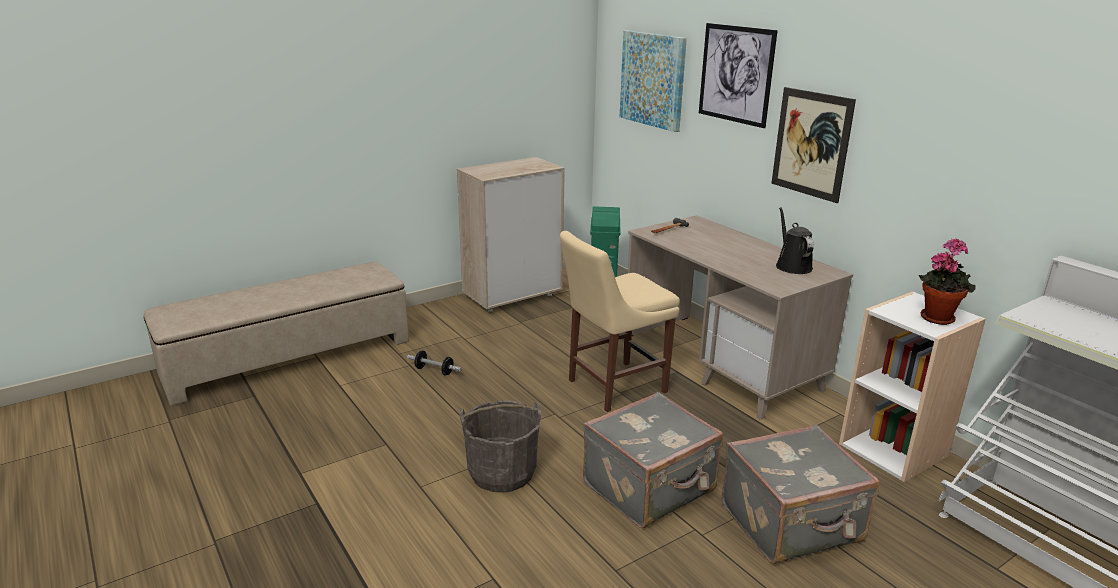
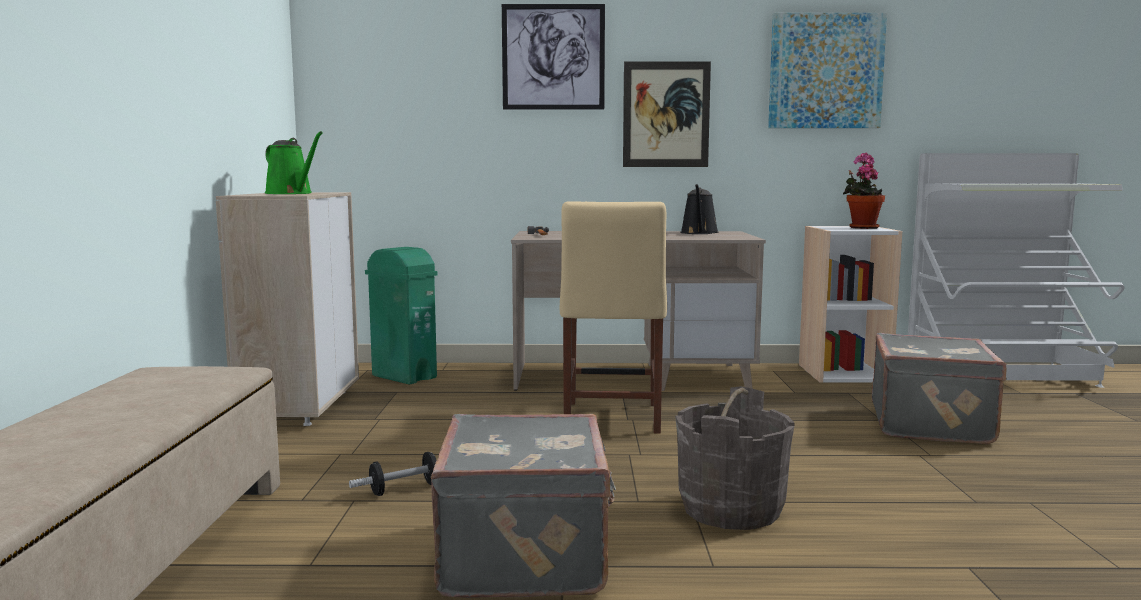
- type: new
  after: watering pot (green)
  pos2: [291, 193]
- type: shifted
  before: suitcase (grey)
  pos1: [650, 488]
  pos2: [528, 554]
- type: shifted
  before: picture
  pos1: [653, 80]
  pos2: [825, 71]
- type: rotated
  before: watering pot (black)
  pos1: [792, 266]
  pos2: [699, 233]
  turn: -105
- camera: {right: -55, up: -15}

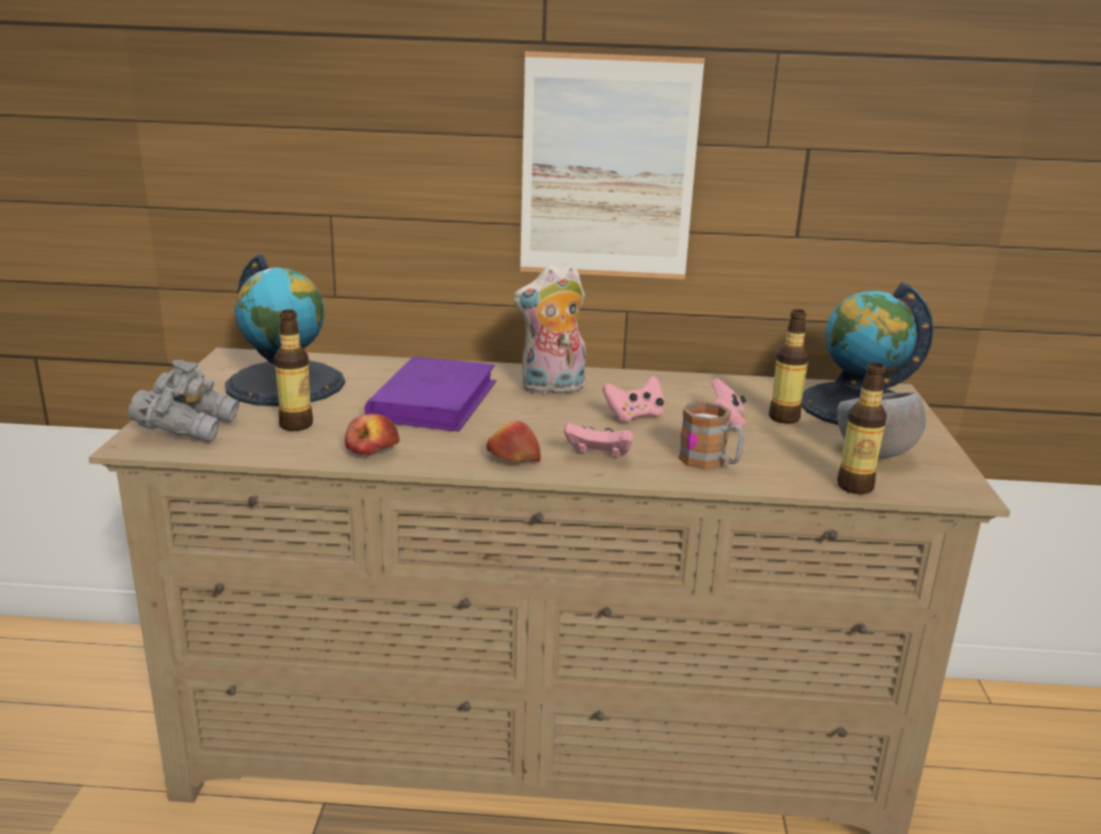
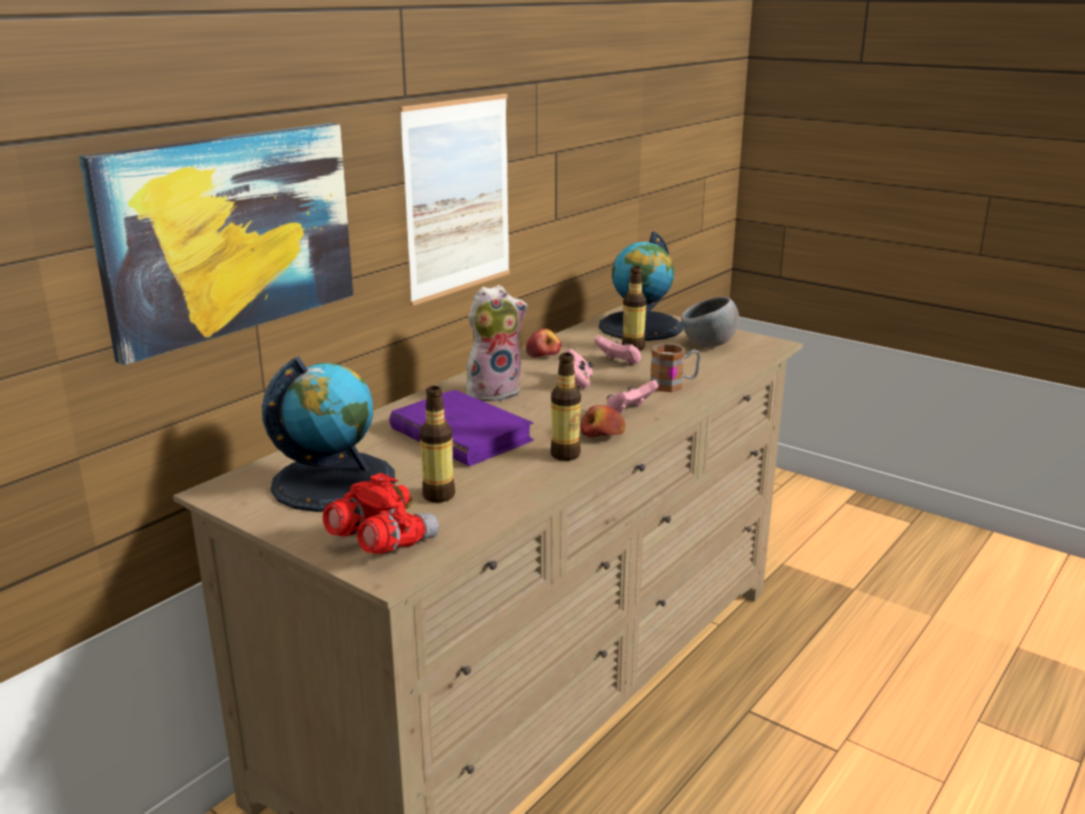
- type: new
  after: picture
  pos2: [230, 234]
- type: shifted
  before: whole apple
  pos1: [373, 450]
  pos2: [543, 354]
- type: shifted
  before: drink bottle
  pos1: [855, 486]
  pos2: [565, 455]
- type: repainted
  before: binoculars (grey)
  after: binoculars (reddish)
  pos1: [187, 428]
  pos2: [381, 543]
- type: rotated
  before: cuddly toy
  pos1: [552, 389]
  pos2: [494, 392]
  turn: -135
- camera: {right: -55, up: 0}

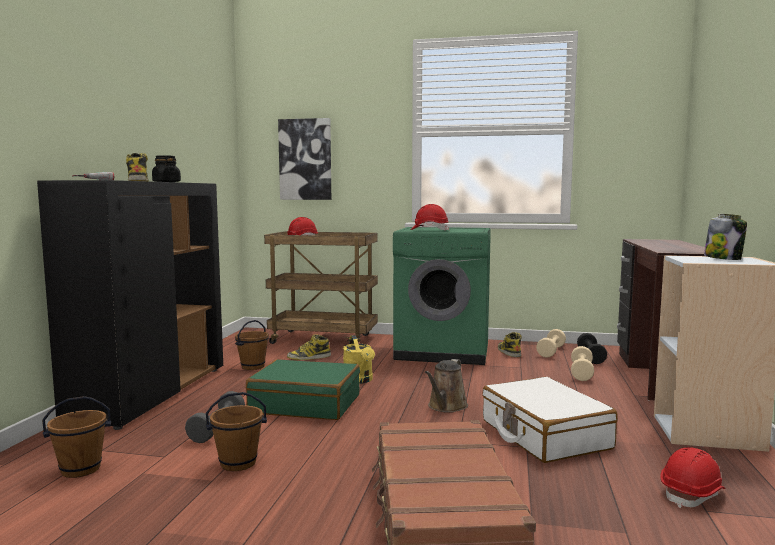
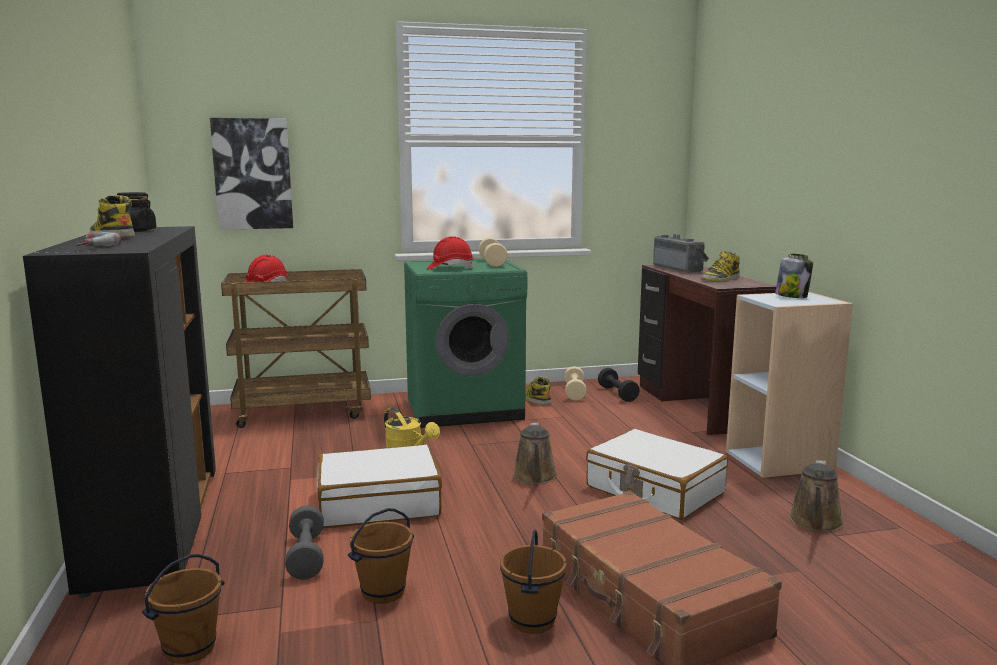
- type: new
  after: radio set
  pos2: [680, 268]
- type: shifted
  before: water bucket (brownish)
  pos1: [252, 366]
  pos2: [531, 620]
- type: shifted
  before: boot
  pos1: [309, 357]
  pos2: [720, 279]
- type: shifted
  before: free weight (beige)
  pos1: [581, 373]
  pos2: [492, 263]
- type: swapped
  before: safety helmet (reddish)
  after: watering pot (brownish)
  pos1: [692, 494]
  pos2: [815, 523]
- type: repainted
  before: suitcase (green)
  after: suitcase (white-coloured)
  pos1: [305, 404]
  pos2: [379, 503]
- camera: {right: -25, up: 5}

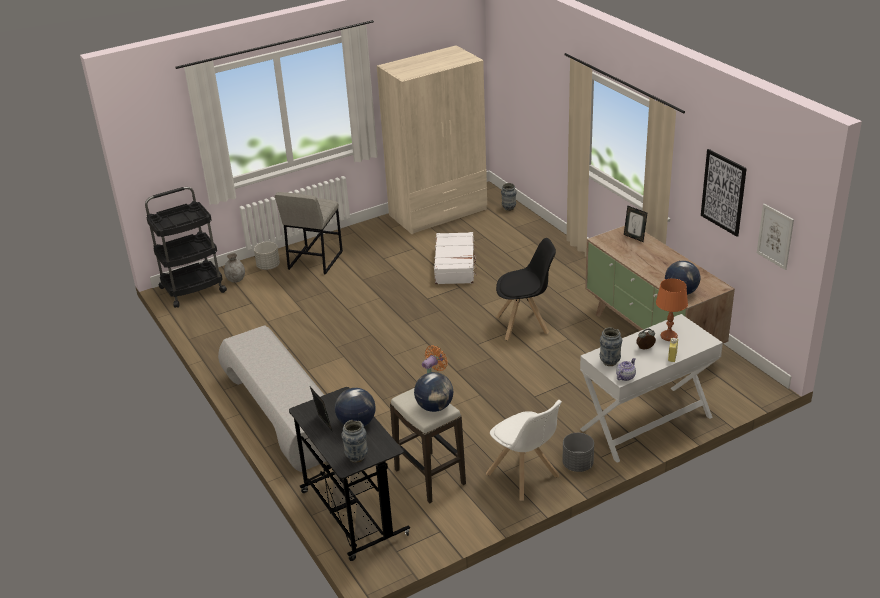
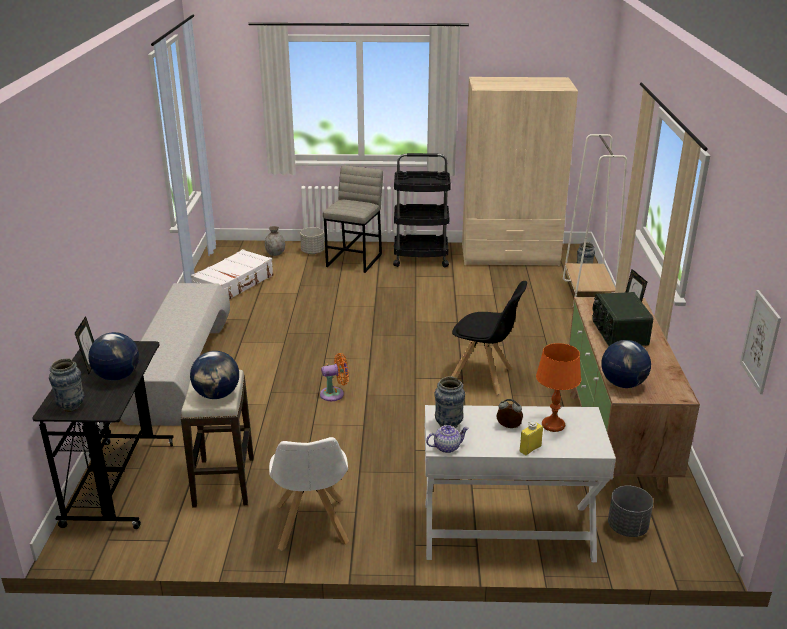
- type: gone
  before: picture
  pos1: [723, 192]
- type: new
  after: garment stand
  pos2: [587, 295]
- type: new
  after: radio set
  pos2: [618, 333]
- type: shifted
  before: cart (black)
  pos1: [193, 290]
  pos2: [420, 258]
- type: shifted
  before: suitcase (white-coloured)
  pos1: [455, 265]
  pos2: [234, 284]
- type: shifted
  before: plant pot (grey)
  pos1: [578, 464]
  pos2: [627, 528]
- type: rotated
  before: upright chair (grey)
  pos1: [314, 261]
  pos2: [355, 260]
  turn: 150
- camera: {right: 30, up: -5}

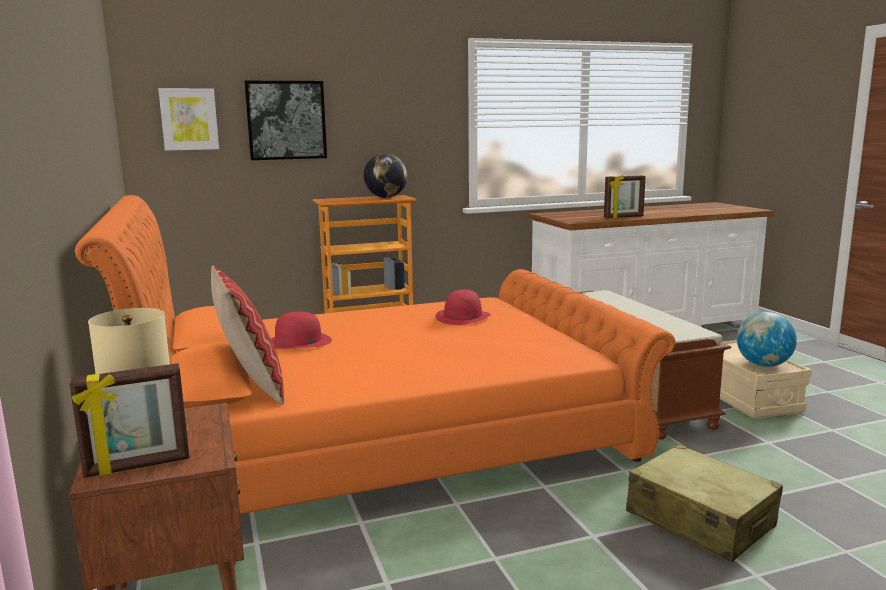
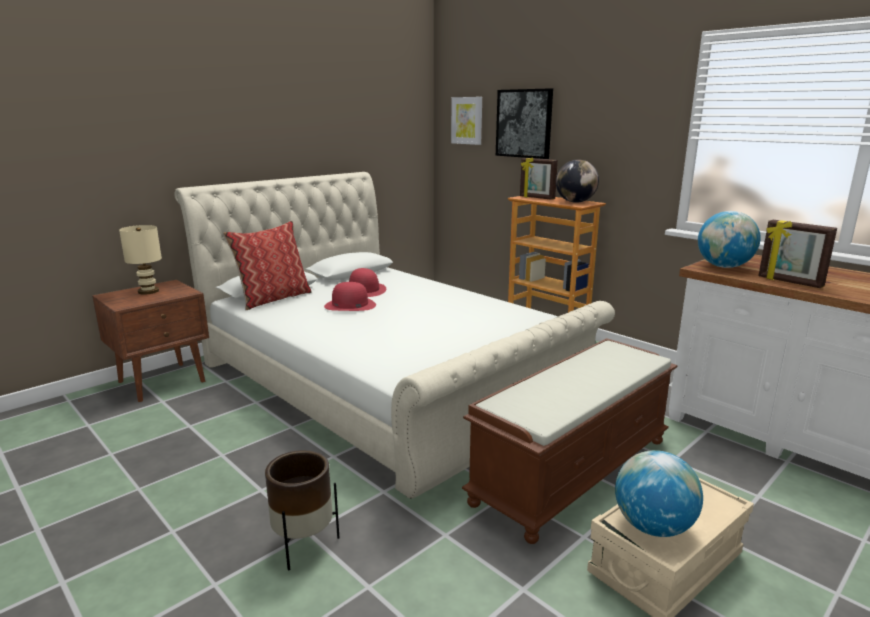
- type: new
  after: desk globe
  pos2: [724, 267]
- type: shifted
  before: photo frame
  pos1: [138, 466]
  pos2: [536, 198]
- type: shifted
  before: clothing hat (reddish)
  pos1: [463, 317]
  pos2: [350, 305]
- type: swapped
  before: suitcase (beige)
  after: plant pot (brownish)
  pos1: [700, 520]
  pos2: [304, 544]
- type: repainted
  before: bed (orange-coloured)
  after: bed (beige)
  pos1: [383, 433]
  pos2: [385, 378]
- camera: {right: 65, up: 5}

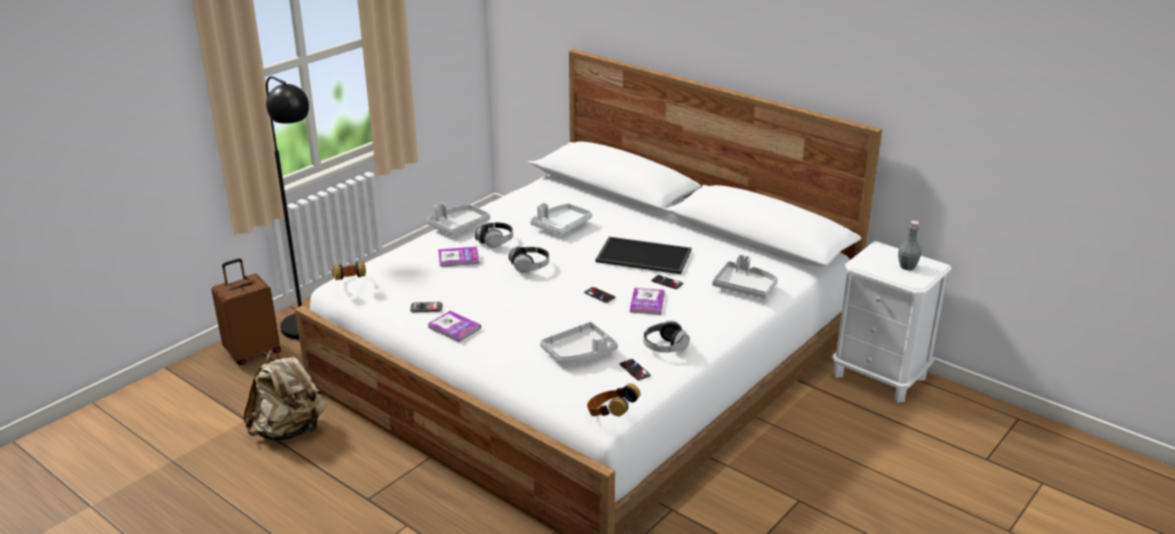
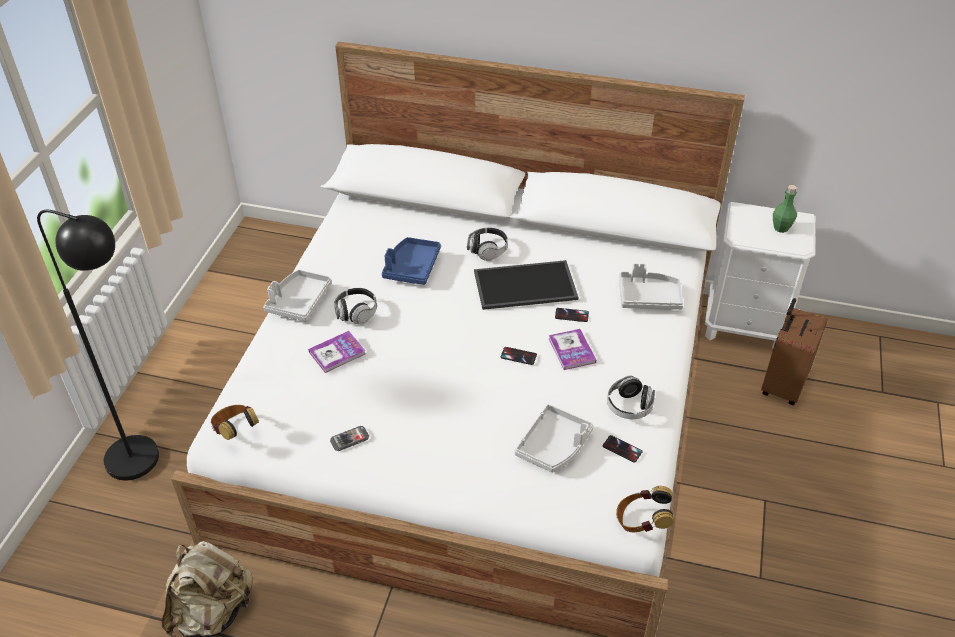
- type: gone
  before: bound book
  pos1: [454, 328]
- type: shifted
  before: suitcase (brownish)
  pos1: [253, 352]
  pos2: [782, 386]
- type: shifted
  before: pair of headphones
  pos1: [530, 266]
  pos2: [487, 250]
- type: repainted
  before: serving tray (white-coloured)
  after: serving tray (blue)
  pos1: [561, 225]
  pos2: [411, 267]
- type: repainted
  before: drink bottle (grey)
  after: drink bottle (green)
  pos1: [907, 267]
  pos2: [781, 228]
- camera: {right: -25, up: 15}

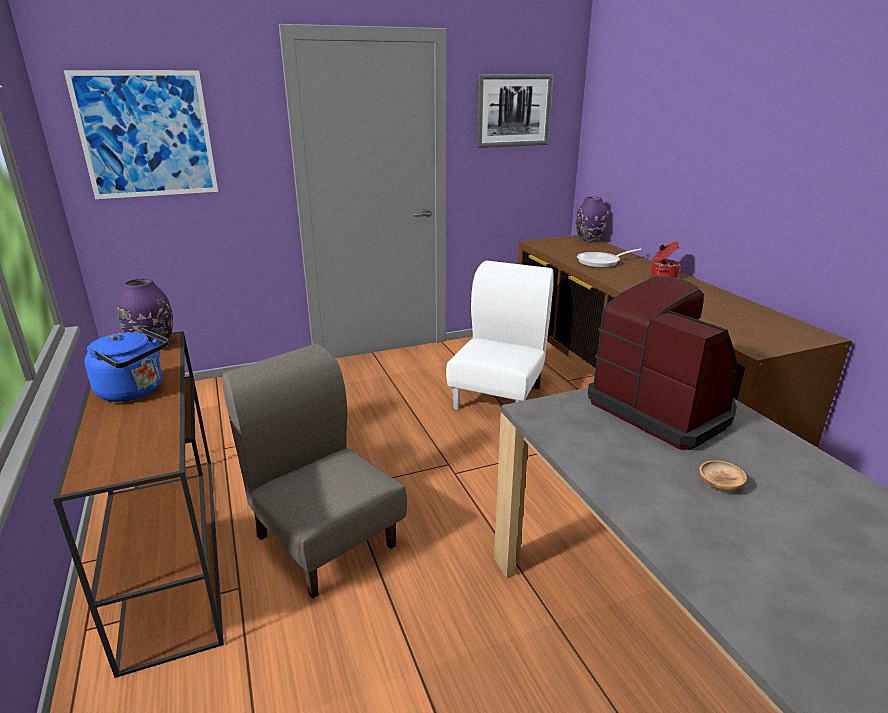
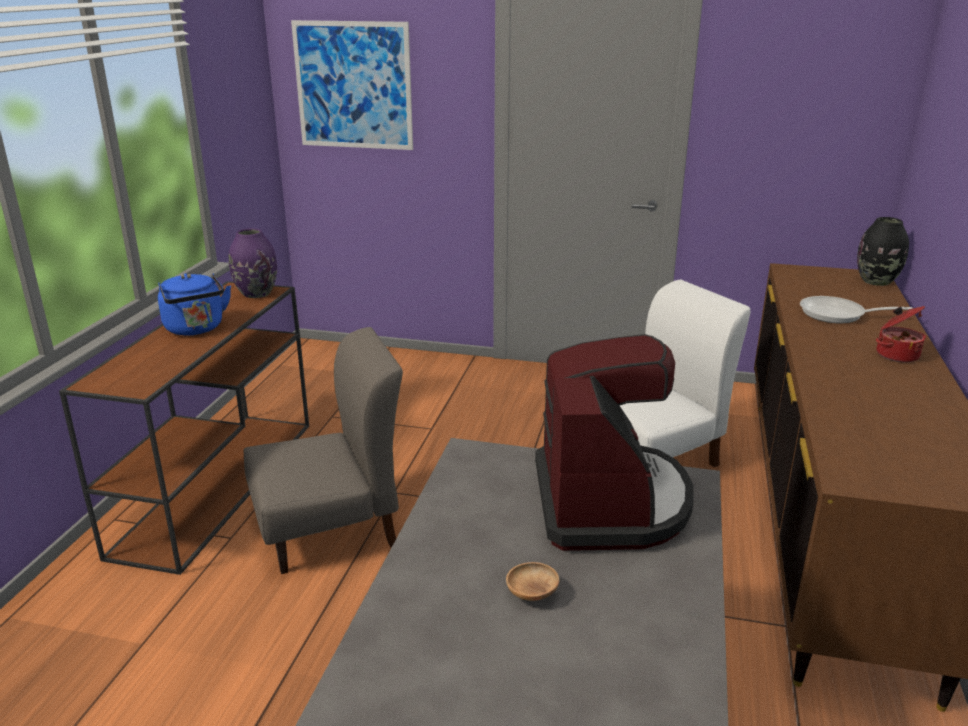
- type: gone
  before: picture
  pos1: [513, 110]
- type: repainted
  before: decorative vase (purple-coloured)
  after: decorative vase (black)
  pos1: [589, 240]
  pos2: [876, 281]
- type: rotated
  before: upright chair (grey)
  pos1: [325, 540]
  pos2: [329, 530]
  turn: 75
- camera: {right: 35, up: 0}

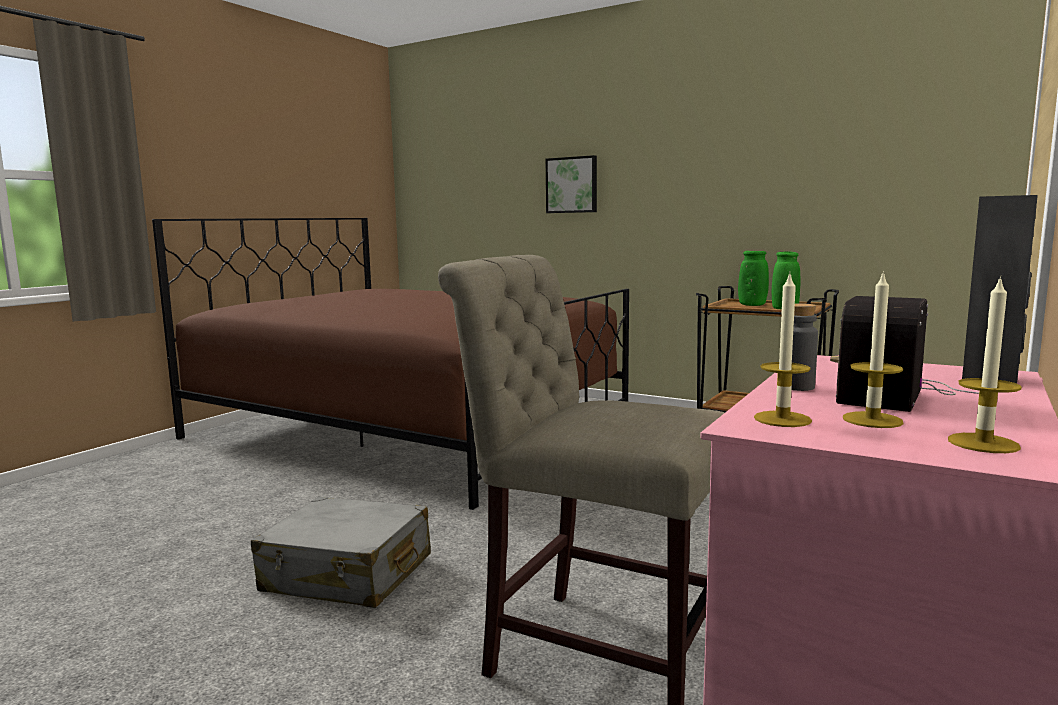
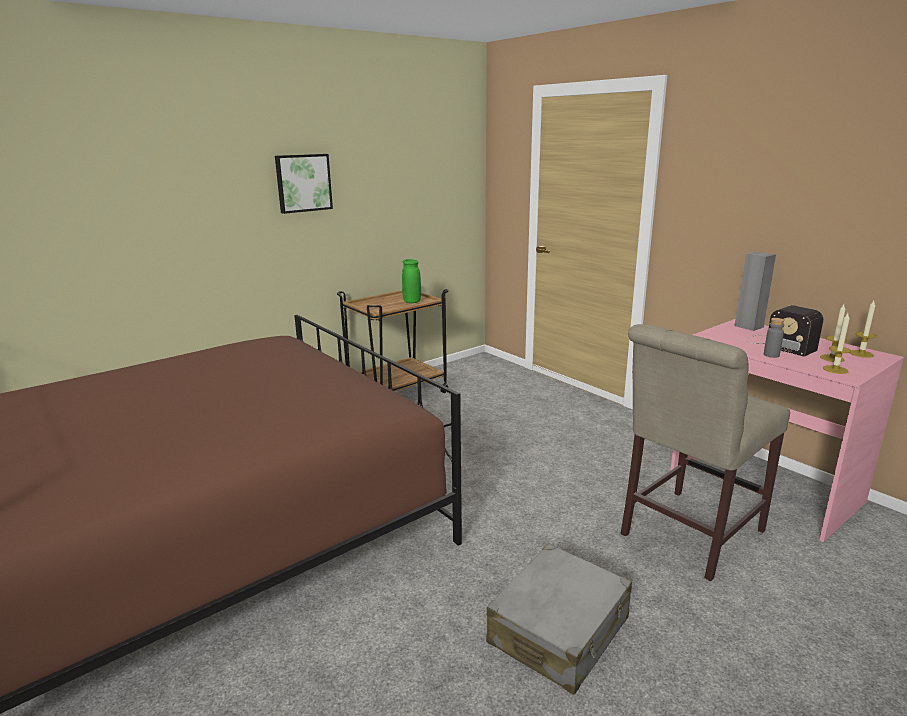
- type: gone
  before: decorative vase (green)
  pos1: [752, 305]
- type: shifted
  before: picture
  pos1: [572, 185]
  pos2: [303, 183]
- camera: {right: -70, up: 10}

